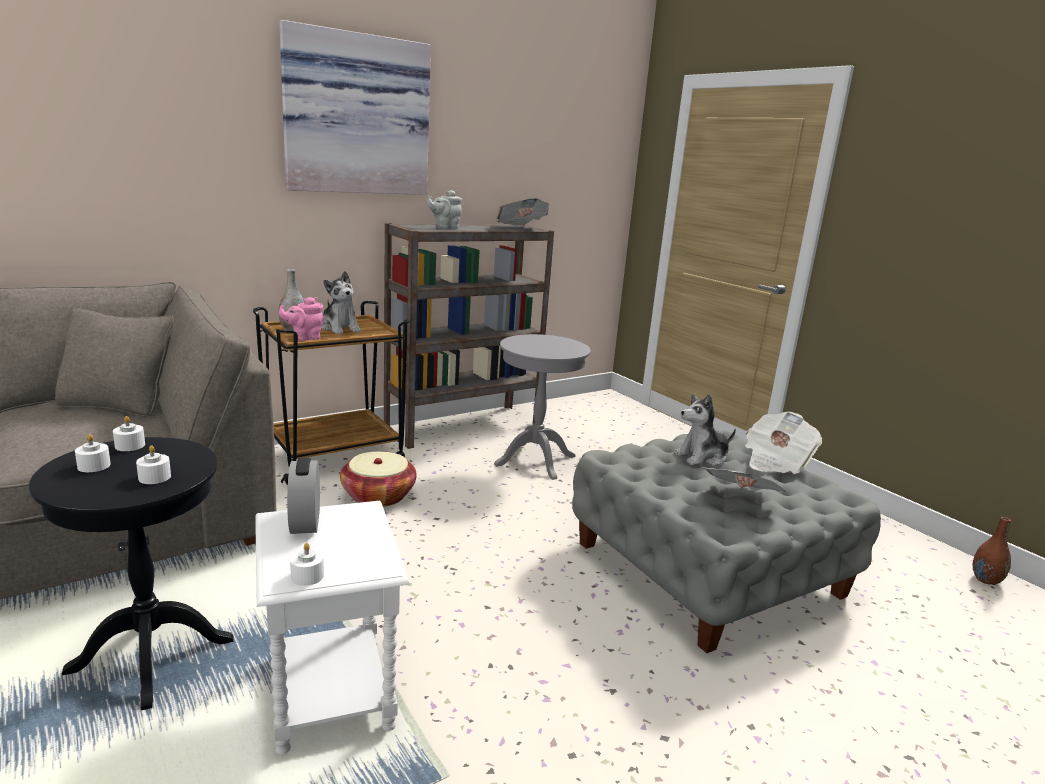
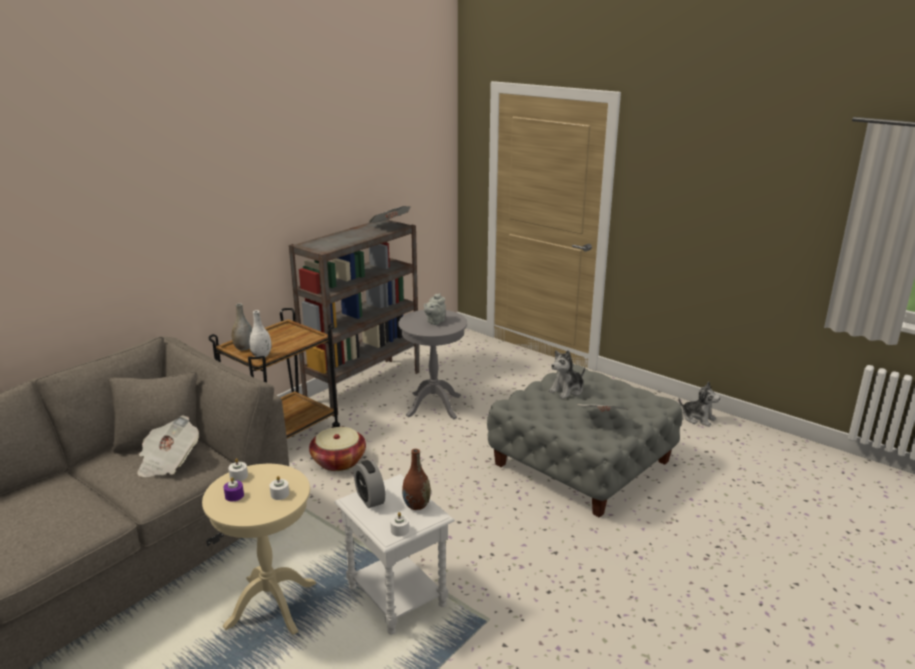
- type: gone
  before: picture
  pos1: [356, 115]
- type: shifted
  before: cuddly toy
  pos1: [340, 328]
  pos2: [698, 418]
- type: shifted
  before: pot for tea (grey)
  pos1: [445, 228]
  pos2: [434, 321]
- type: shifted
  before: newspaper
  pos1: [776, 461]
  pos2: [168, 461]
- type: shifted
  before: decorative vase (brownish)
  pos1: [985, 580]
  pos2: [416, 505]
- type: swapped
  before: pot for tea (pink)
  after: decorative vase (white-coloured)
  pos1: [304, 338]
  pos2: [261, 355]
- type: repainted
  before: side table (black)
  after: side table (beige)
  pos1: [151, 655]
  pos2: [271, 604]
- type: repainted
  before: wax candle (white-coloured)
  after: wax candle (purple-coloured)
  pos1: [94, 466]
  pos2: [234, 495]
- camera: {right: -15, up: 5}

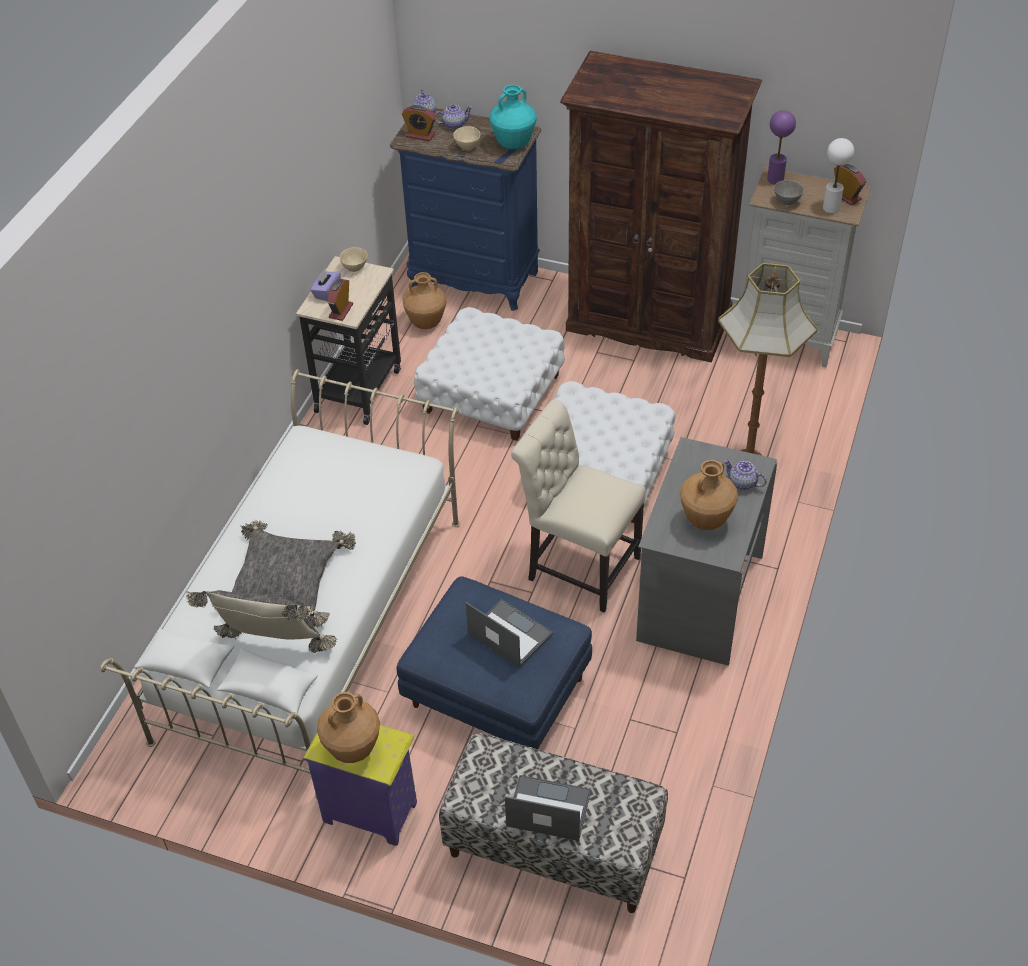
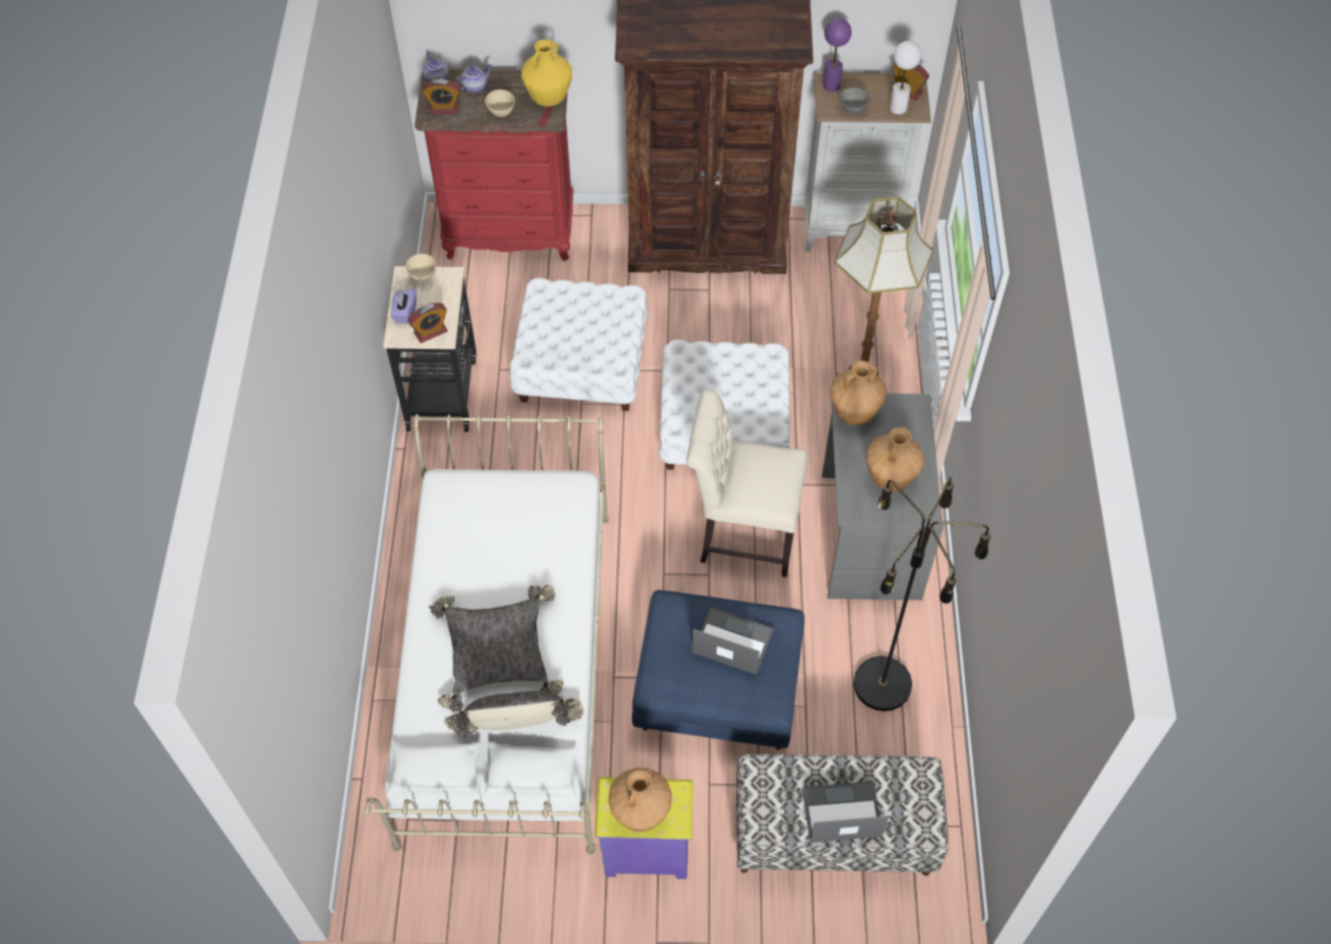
- type: gone
  before: pot for tea
  pos1: [743, 483]
- type: new
  after: standing lamp
  pos2: [883, 685]
- type: shifted
  before: decorative vase (brownish)
  pos1: [426, 323]
  pos2: [854, 413]
- type: repainted
  before: chest of drawers (blue)
  after: chest of drawers (reddish)
  pos1: [473, 281]
  pos2: [510, 235]
- type: repainted
  before: decorative vase (turquoise)
  after: decorative vase (yellowish)
  pos1: [514, 144]
  pos2: [549, 98]
- type: rotated
  before: bedside clock
  pos1: [341, 311]
  pos2: [430, 332]
  turn: -120
- camera: {right: -20, up: 10}

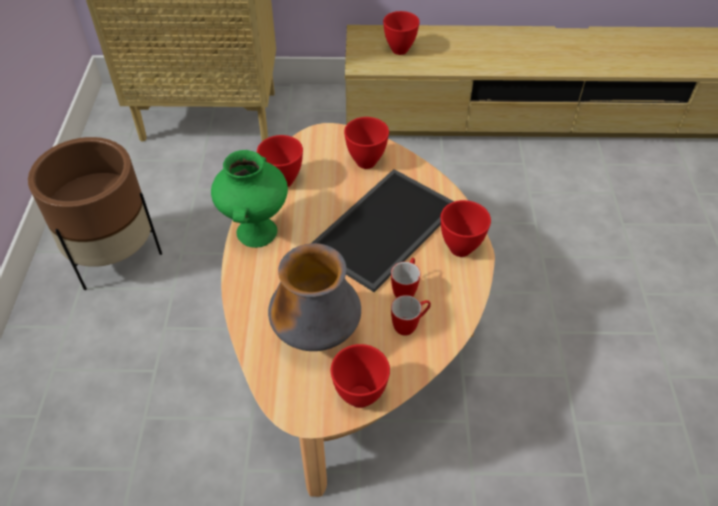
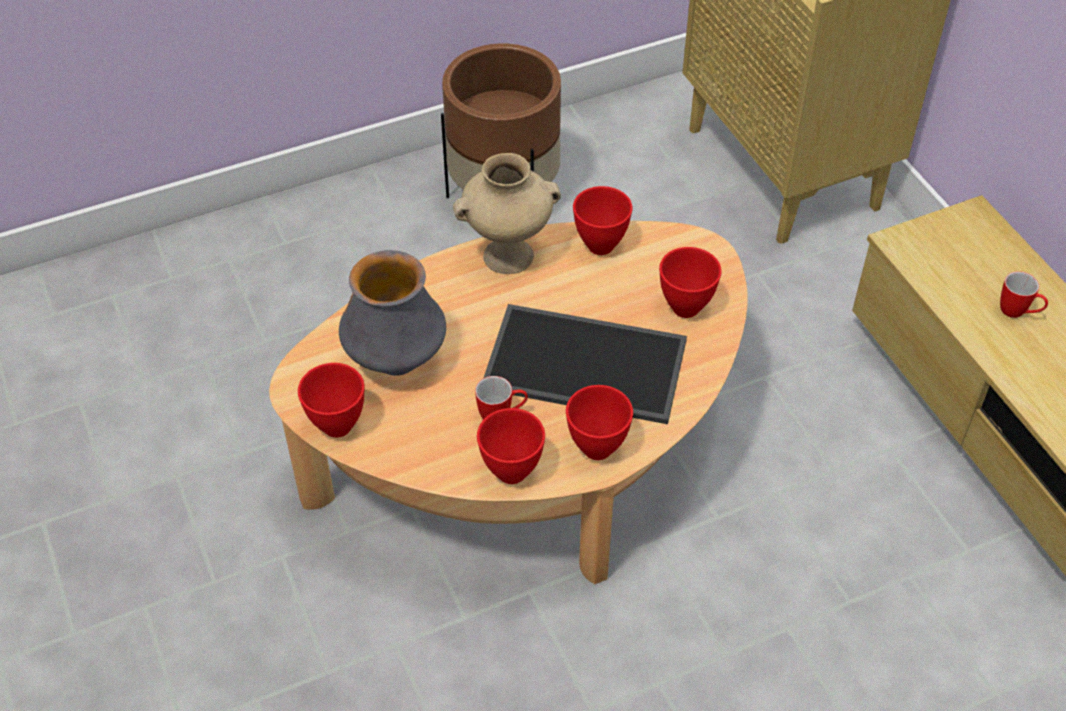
- type: shifted
  before: bowl (reddish)
  pos1: [400, 50]
  pos2: [511, 473]
- type: shifted
  before: tea mug
  pos1: [410, 325]
  pos2: [1018, 313]
- type: repainted
  before: decorative vase (green)
  after: decorative vase (beige)
  pos1: [256, 231]
  pos2: [509, 255]
- camera: {right: 65, up: 0}

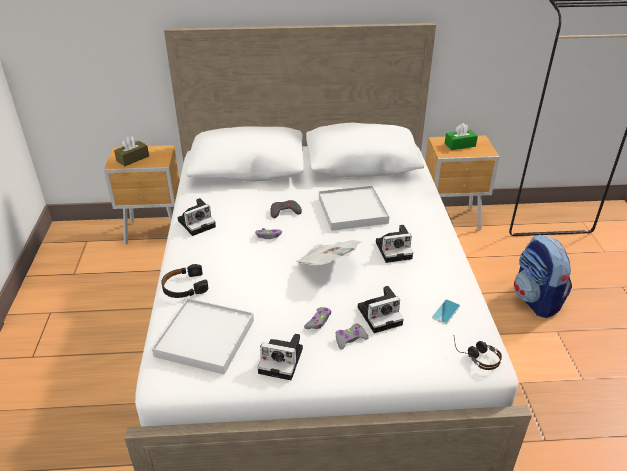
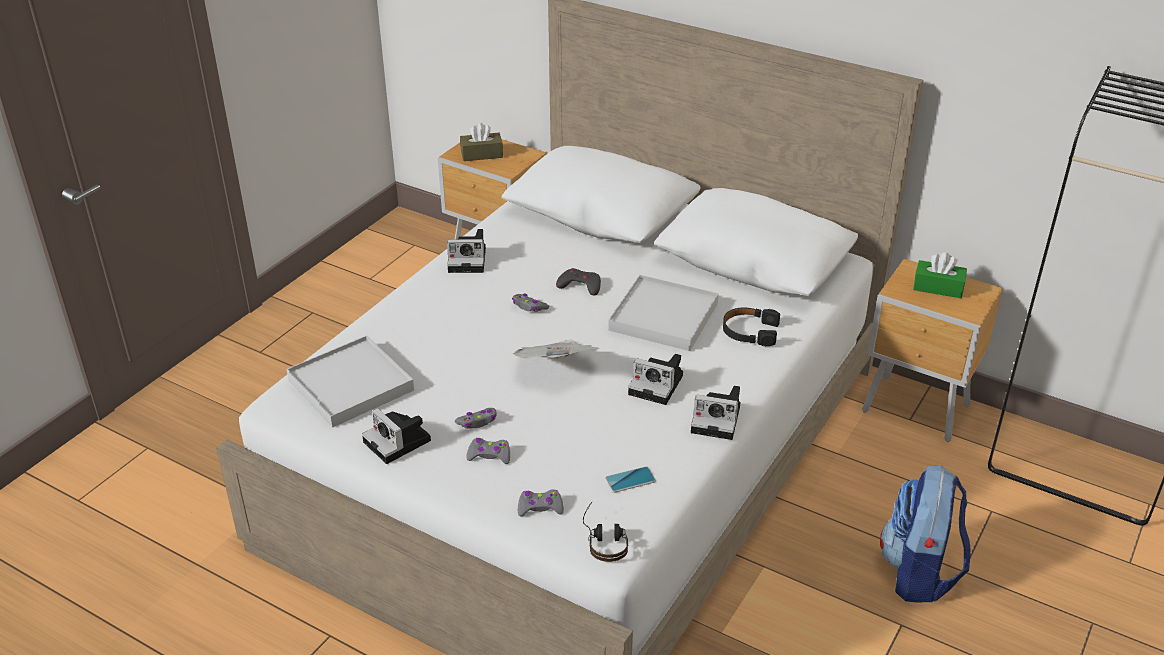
- type: new
  after: joypad (grey)
  pos2: [540, 507]
- type: shifted
  before: pair of headphones (black)
  pos1: [184, 287]
  pos2: [749, 332]
- type: shifted
  before: still camera
  pos1: [381, 315]
  pos2: [718, 419]
- camera: {right: 35, up: 0}

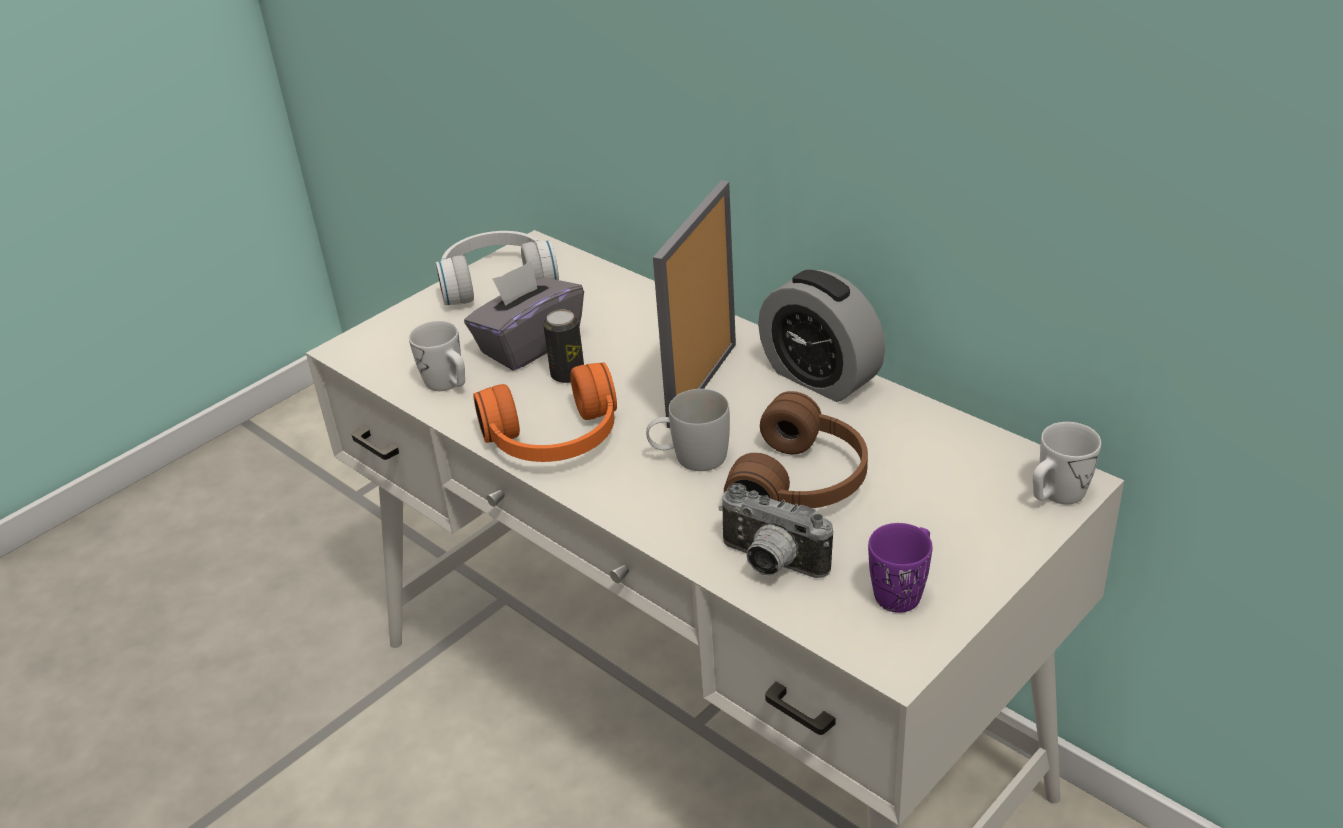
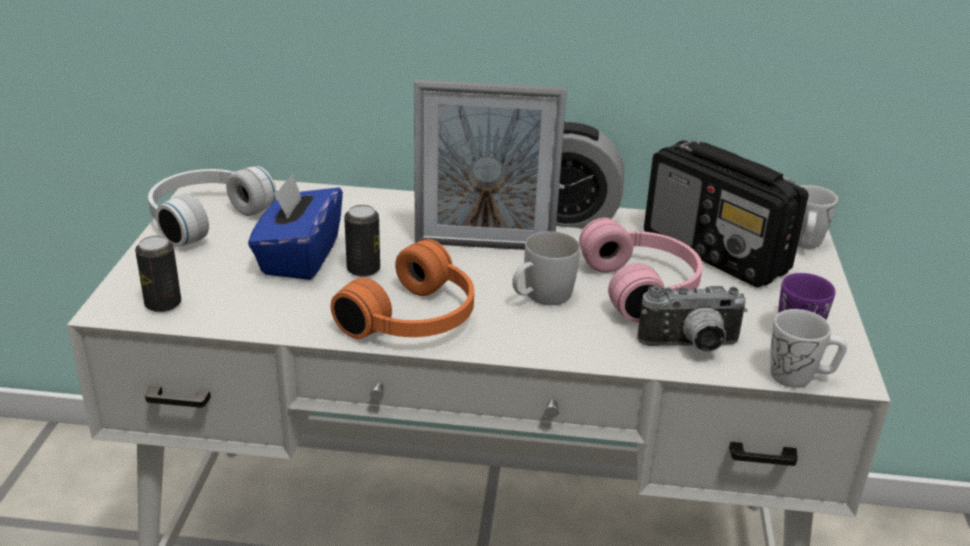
- type: new
  after: can
  pos2: [163, 304]
- type: new
  after: radio set
  pos2: [716, 253]
- type: shifted
  before: tea mug (white-coloured)
  pos1: [448, 384]
  pos2: [800, 377]
- type: repainted
  before: tissue box (grey)
  after: tissue box (blue)
  pos1: [529, 345]
  pos2: [299, 257]
- type: repainted
  before: pair of headphones (brownish)
  after: pair of headphones (pink)
  pos1: [804, 482]
  pos2: [644, 287]
- type: rotated
  before: photo frame
  pos1: [702, 384]
  pos2: [484, 245]
  turn: -75
- camera: {right: -40, up: -5}

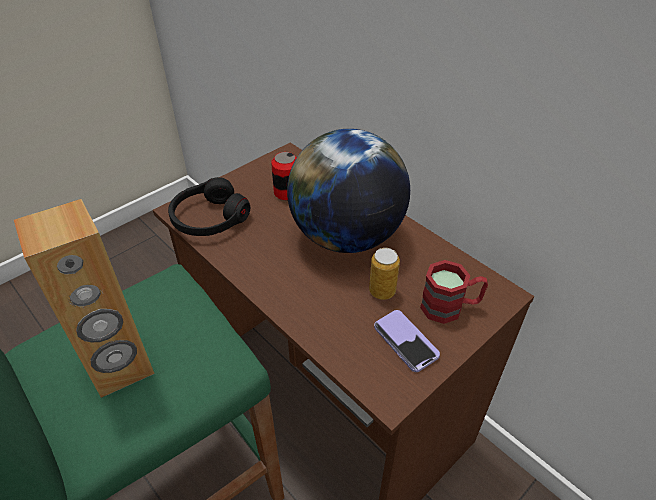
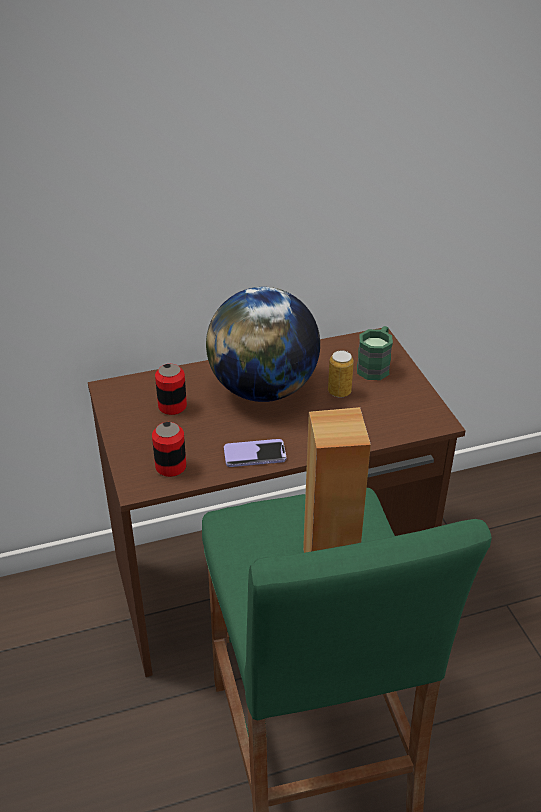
- type: shifted
  before: handset
  pos1: [405, 341]
  pos2: [254, 454]
- type: swapped
  before: pair of headphones (black)
  after: can
  pos1: [209, 218]
  pos2: [171, 466]
- type: repainted
  before: tea mug (reddish)
  after: tea mug (green)
  pos1: [450, 307]
  pos2: [375, 366]
- camera: {right: -65, up: -5}

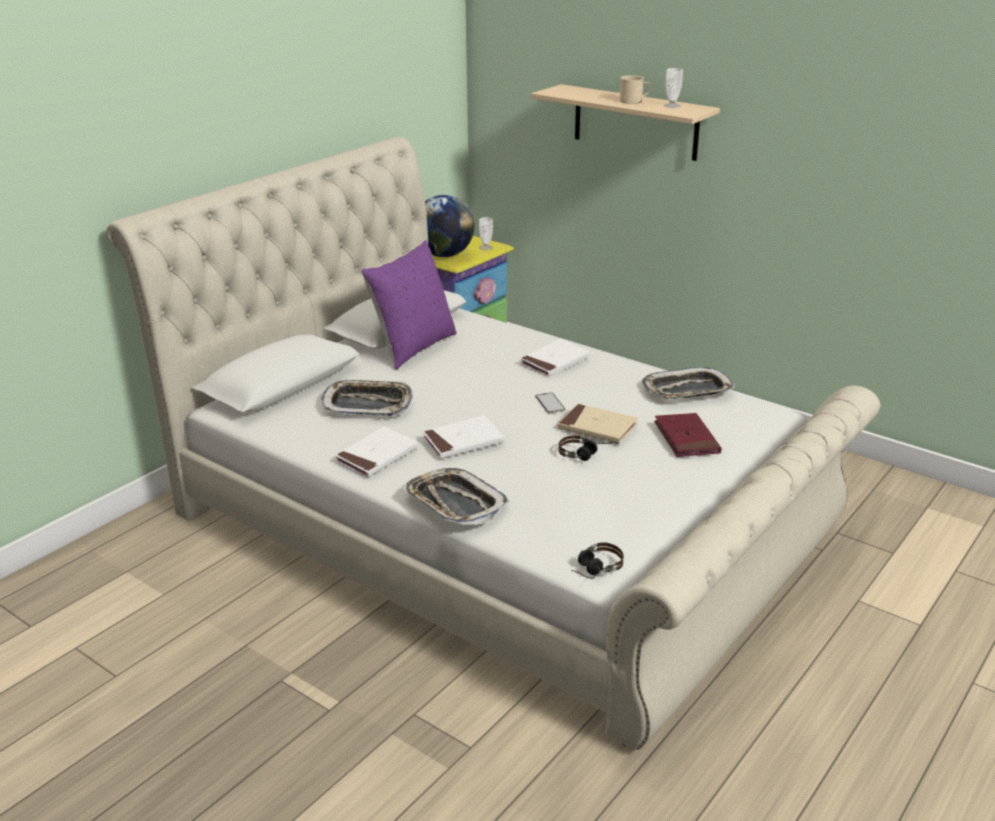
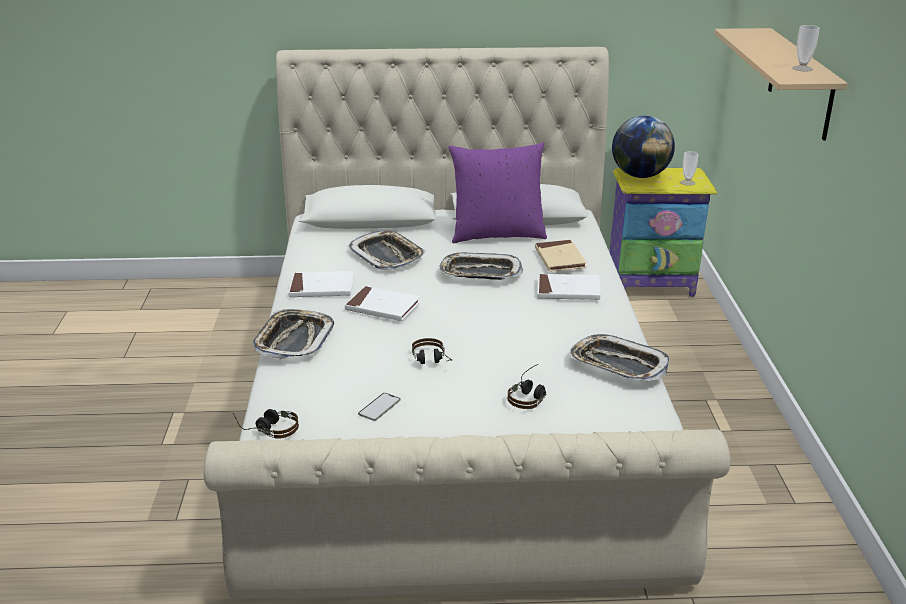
- type: gone
  before: tea mug (beige)
  pos1: [634, 101]
- type: new
  after: serving tray
  pos2: [480, 273]
- type: shifted
  before: handset
  pos1: [550, 403]
  pos2: [379, 407]
- type: shifted
  before: bound book (beige)
  pos1: [597, 427]
  pos2: [560, 259]
- type: swapped
  before: bound book (reddish)
  after: pair of headphones
  pos1: [686, 438]
  pos2: [530, 395]
- camera: {right: 50, up: 0}

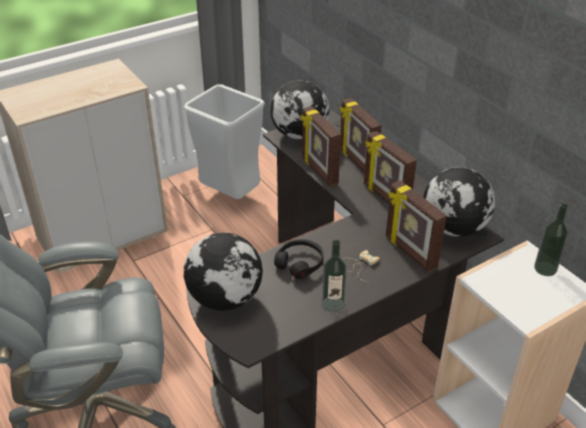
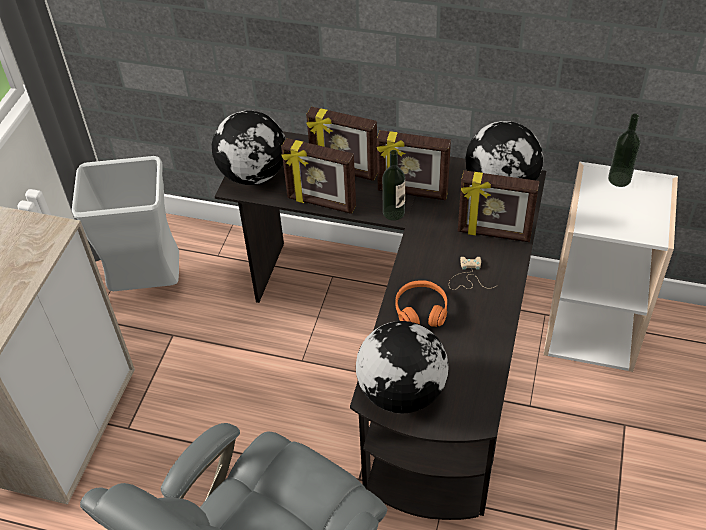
- type: shifted
  before: drink bottle
  pos1: [333, 303]
  pos2: [393, 212]
- type: repainted
  before: pair of headphones (black)
  after: pair of headphones (orange-coloured)
  pos1: [300, 263]
  pos2: [421, 310]
- camera: {right: -40, up: 10}

